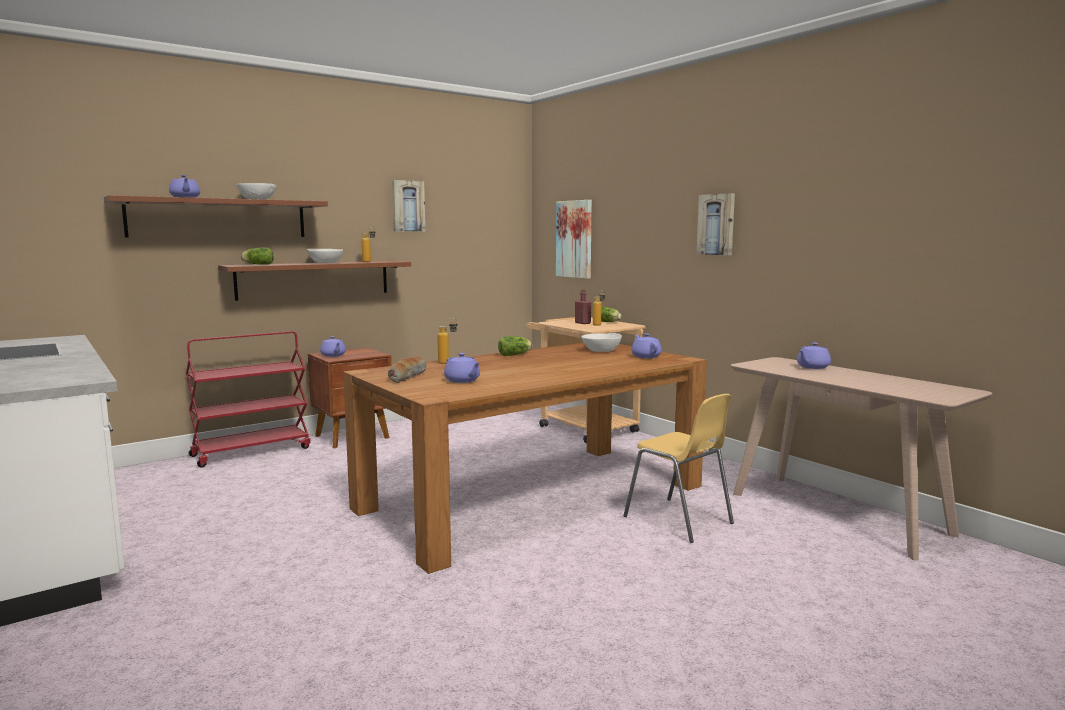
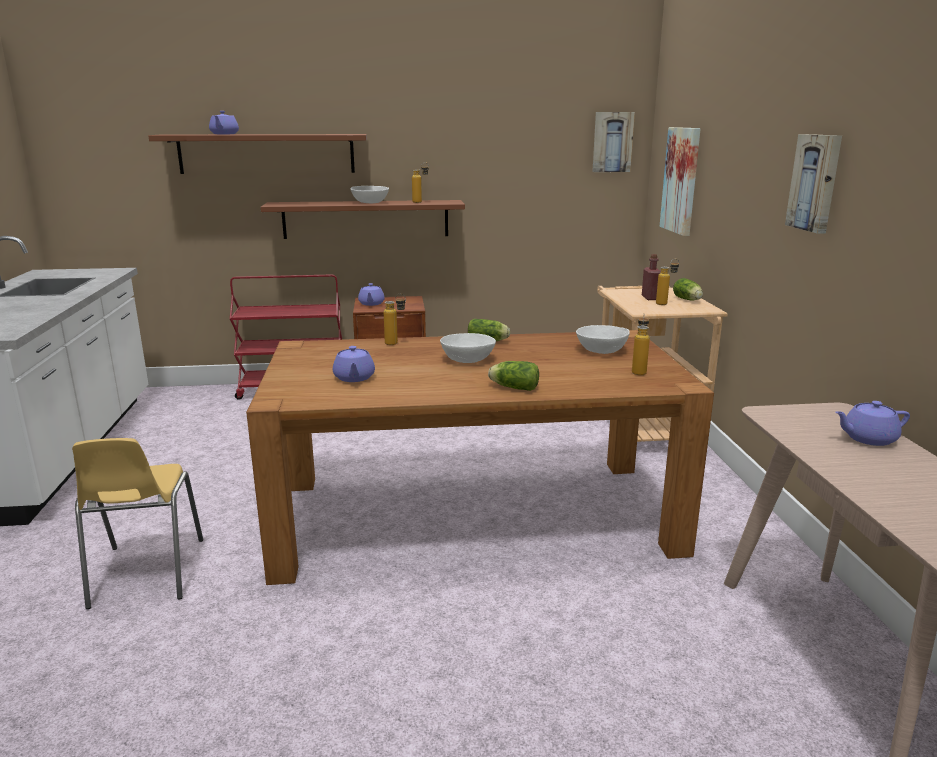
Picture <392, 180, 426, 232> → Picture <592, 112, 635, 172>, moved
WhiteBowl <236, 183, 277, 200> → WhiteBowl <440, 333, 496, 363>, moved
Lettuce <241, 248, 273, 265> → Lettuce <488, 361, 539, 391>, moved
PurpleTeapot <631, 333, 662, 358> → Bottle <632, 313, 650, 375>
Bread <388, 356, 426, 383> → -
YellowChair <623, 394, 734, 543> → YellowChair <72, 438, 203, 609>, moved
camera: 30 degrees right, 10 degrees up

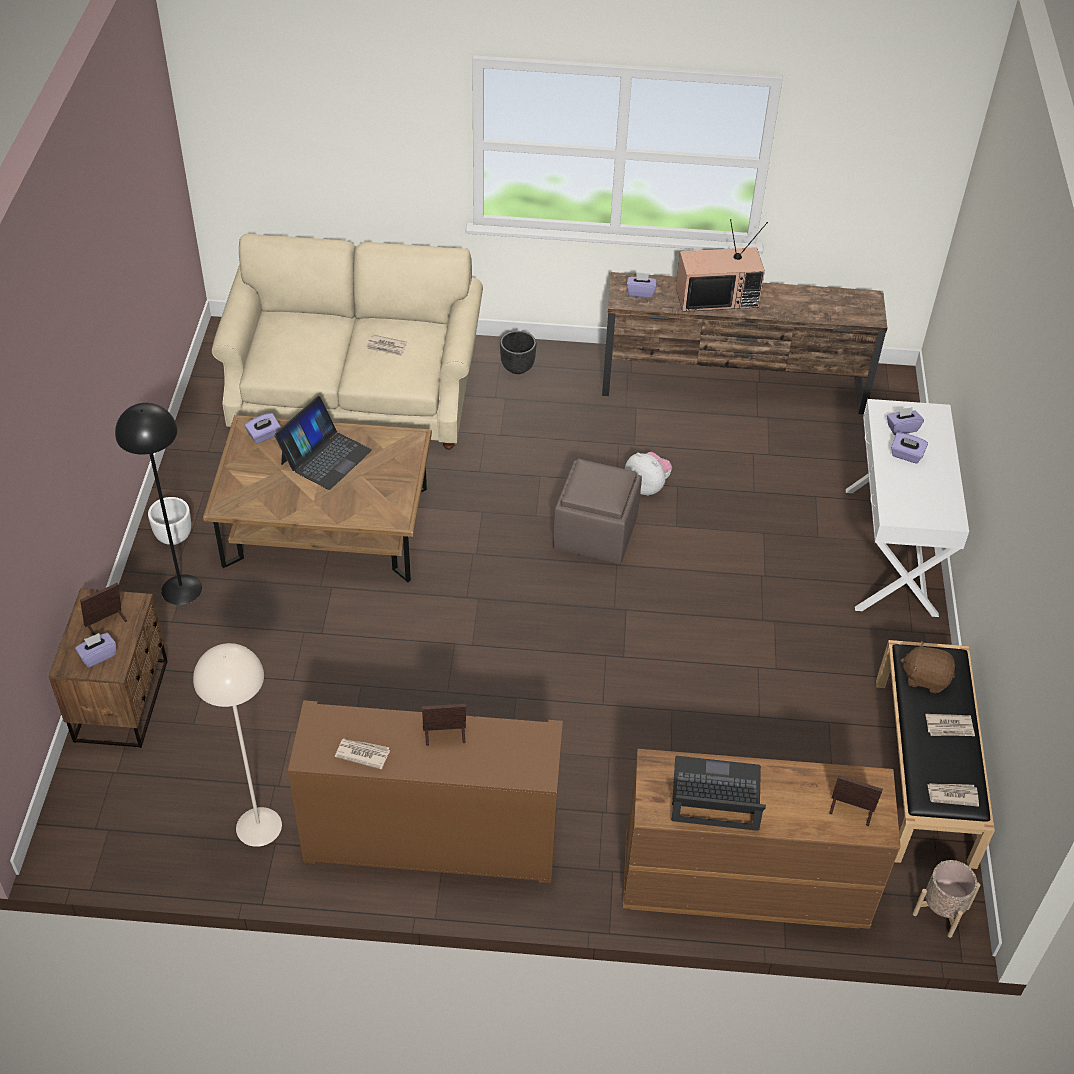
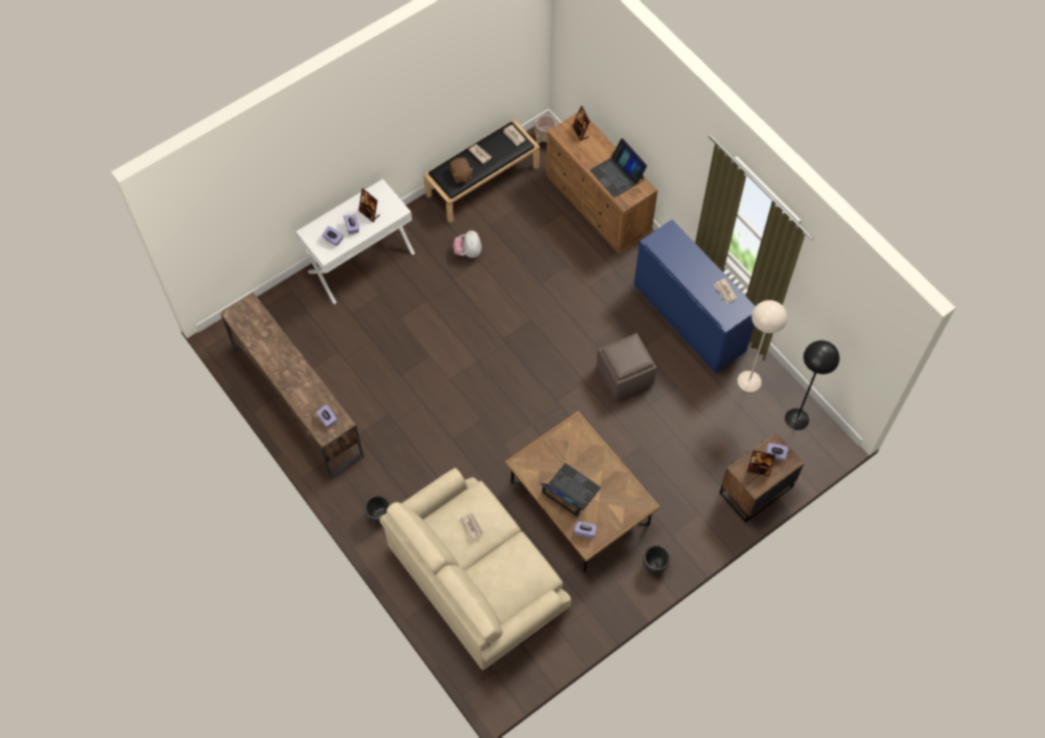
Television <676, 219, 768, 312> → -
Laptop <274, 396, 372, 490> → Laptop <540, 463, 601, 517>, 45 degrees clockwise
BlackFloorLamp <115, 403, 202, 605> → BlackFloorLamp <785, 340, 840, 430>, moved
PlushToy <625, 452, 672, 495> → PlushToy <454, 230, 482, 258>, moved
BrownOttoman <553, 459, 642, 564> → BrownOttoman <596, 333, 657, 400>, moved
WhitePlanter <148, 497, 191, 545> → BlackPlanter <643, 545, 671, 575>
BrownCabinet <288, 700, 563, 884> → BlueCabinet <634, 219, 756, 373>
PictureFrame <422, 704, 466, 746> → PictureFrame <359, 188, 380, 222>, moved
camera: 130 degrees left, 15 degrees up

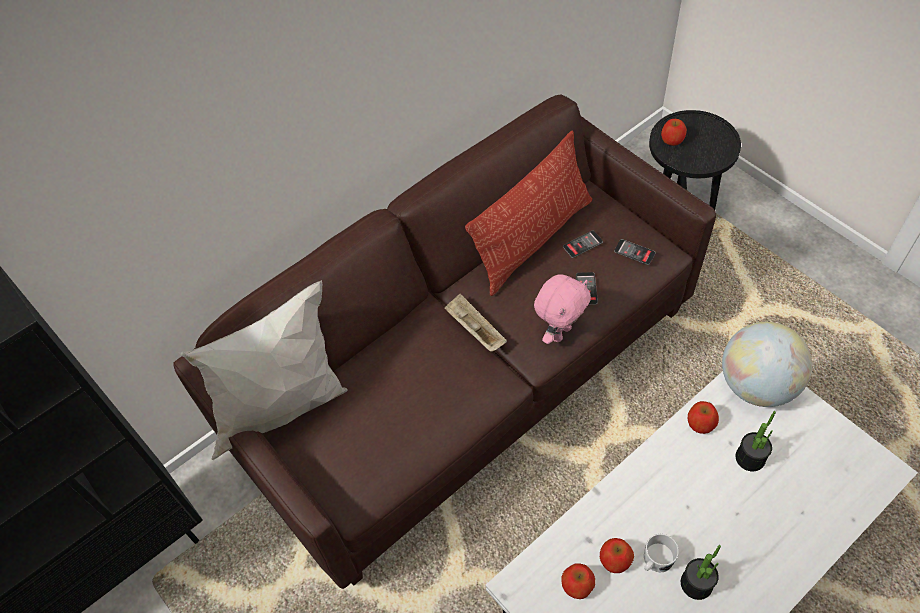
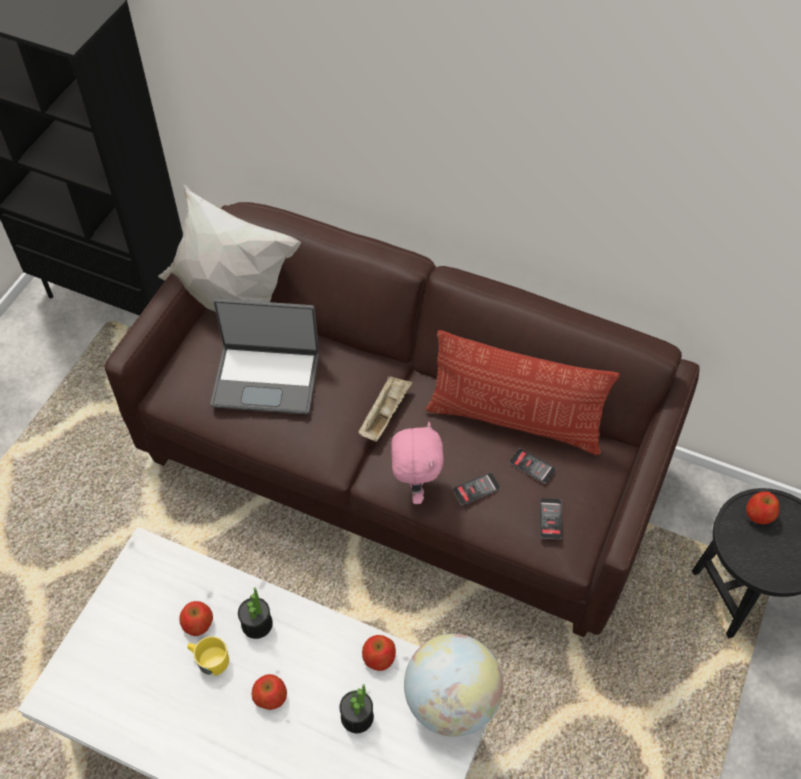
PinkPlushToy <534, 274, 591, 344> → PinkPlushToy <391, 422, 444, 504>, 105 degrees counterclockwise
WhiteMug <644, 534, 679, 572> → YellowMug <187, 636, 229, 676>
PottedPlant <681, 545, 721, 600> → PottedPlant <238, 588, 273, 639>, moved
Apple <561, 563, 595, 599> → Apple <252, 674, 287, 710>, moved
- → Laptop <210, 299, 319, 414>
camera: 60 degrees right, 0 degrees up

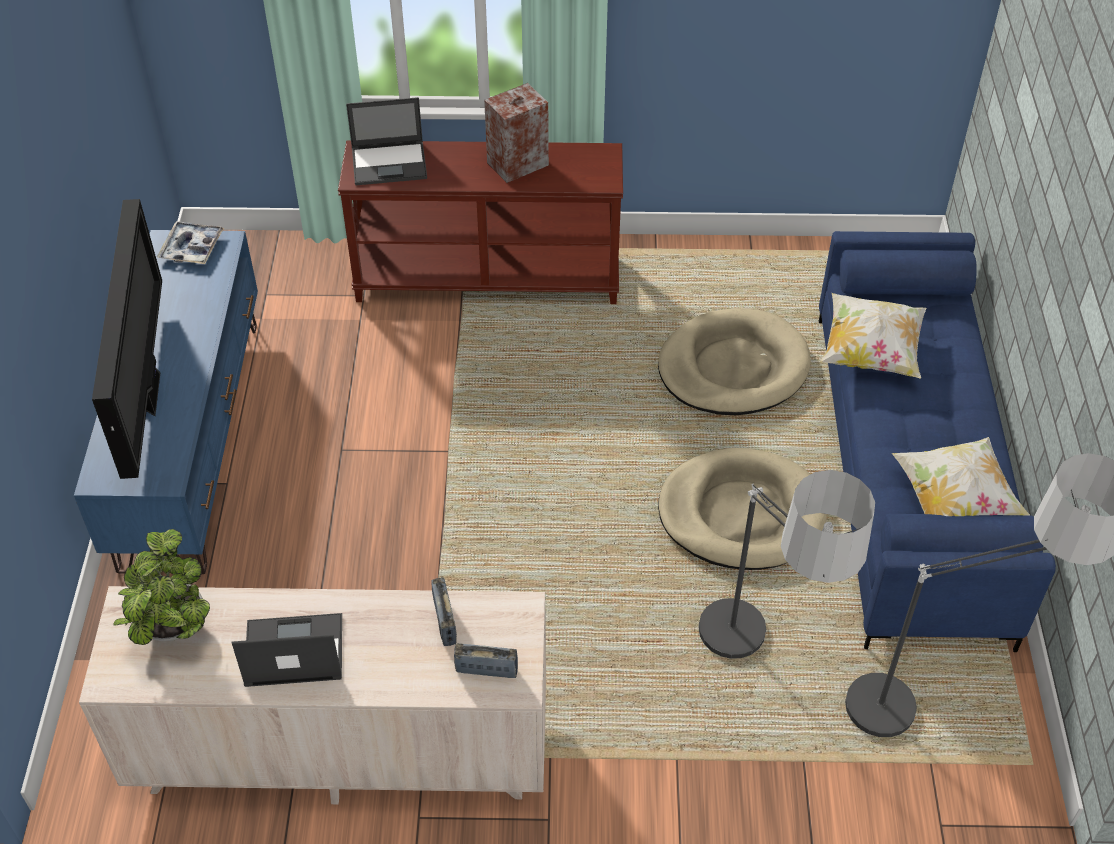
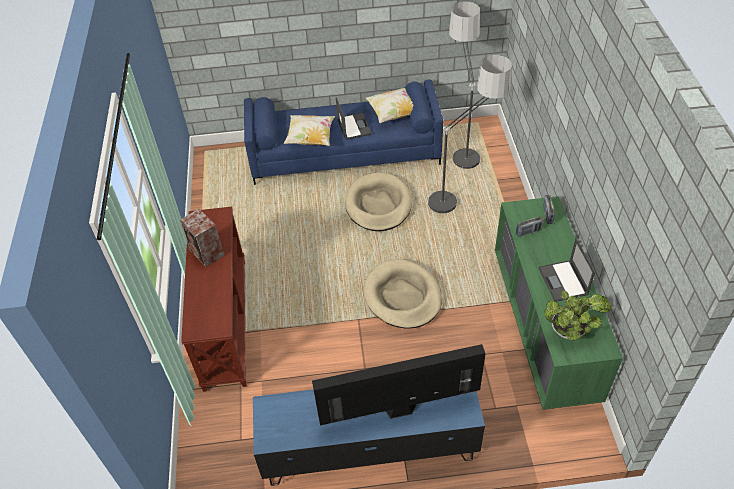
Laptop <346, 97, 427, 185> → Laptop <336, 97, 372, 140>, moved
Tray <157, 221, 224, 264> → -
BeigeDogBed <658, 308, 811, 415> → BeigeDogBed <363, 259, 442, 329>, moved
BeigeDresser <79, 586, 546, 804> → GreenDresser <495, 196, 623, 410>
camera: 95 degrees left, 0 degrees up

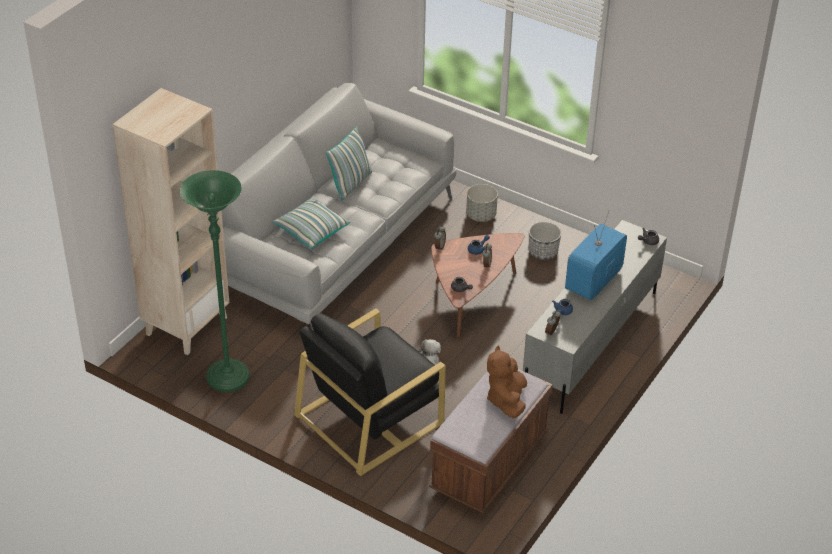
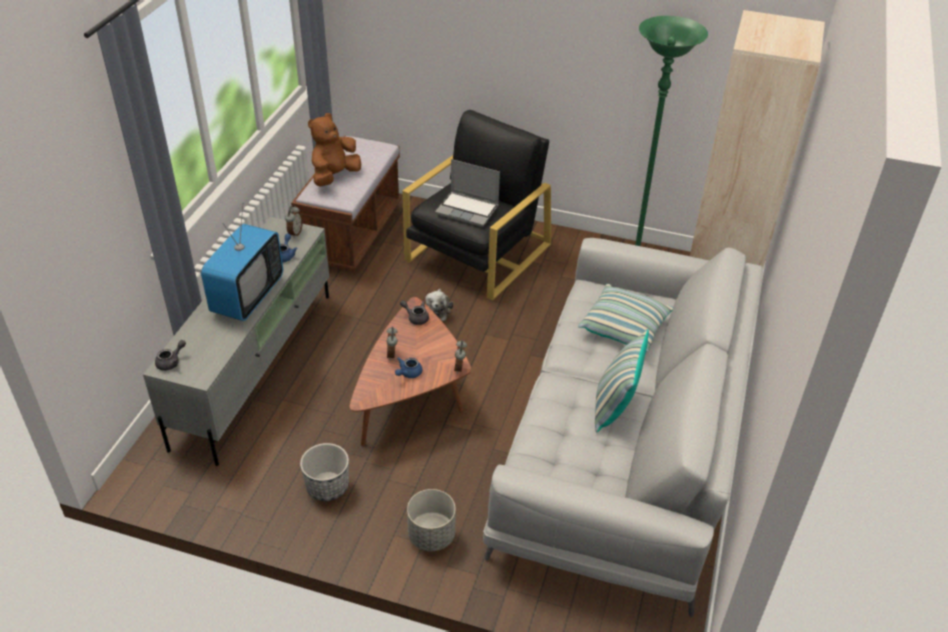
BrownPlushToy <487, 346, 527, 418> → BrownPlushToy <308, 113, 361, 187>, 135 degrees counterclockwise
- → Laptop <435, 159, 500, 227>
camera: 165 degrees right, 0 degrees up

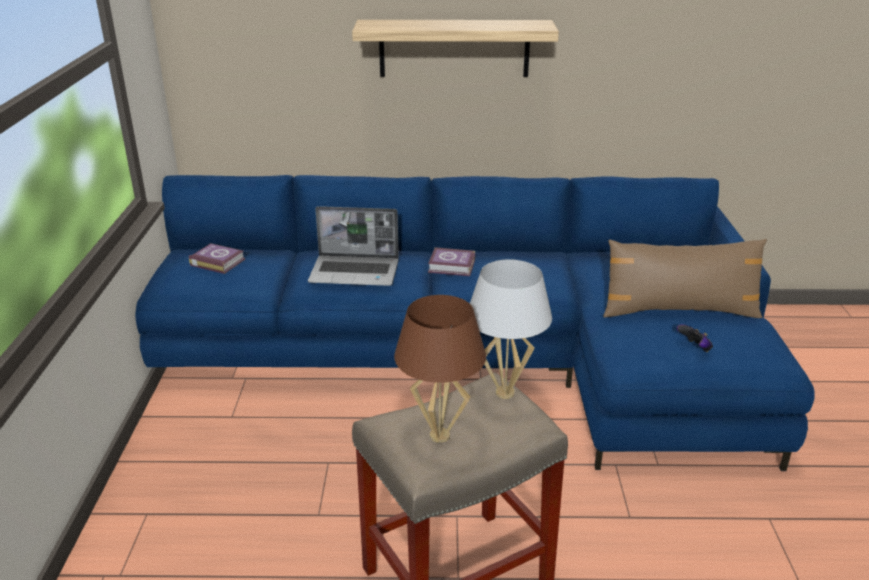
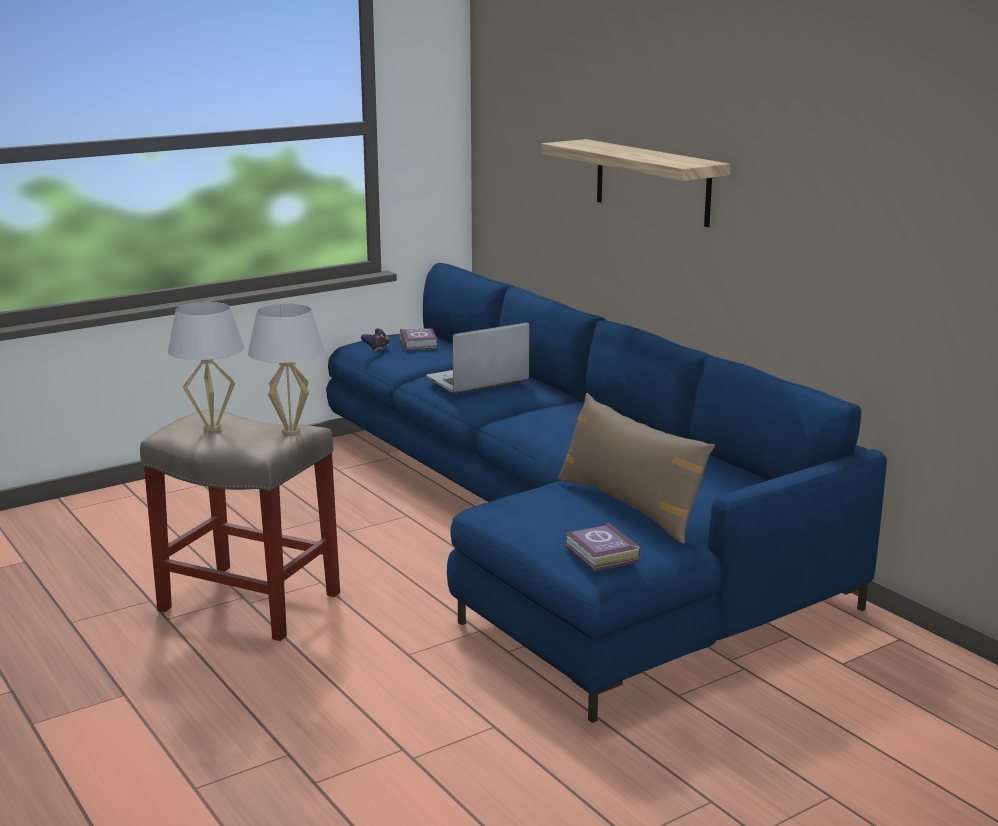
Laptop <308, 206, 399, 286> → Laptop <426, 322, 530, 394>, 90 degrees clockwise
Book <428, 247, 475, 276> → Book <564, 523, 641, 571>, moved
BrownTableLamp <394, 295, 486, 443> → WhiteTableLamp <168, 302, 244, 431>
GameController <677, 324, 713, 352> → GameController <361, 328, 390, 352>, moved
camera: 55 degrees right, 10 degrees down

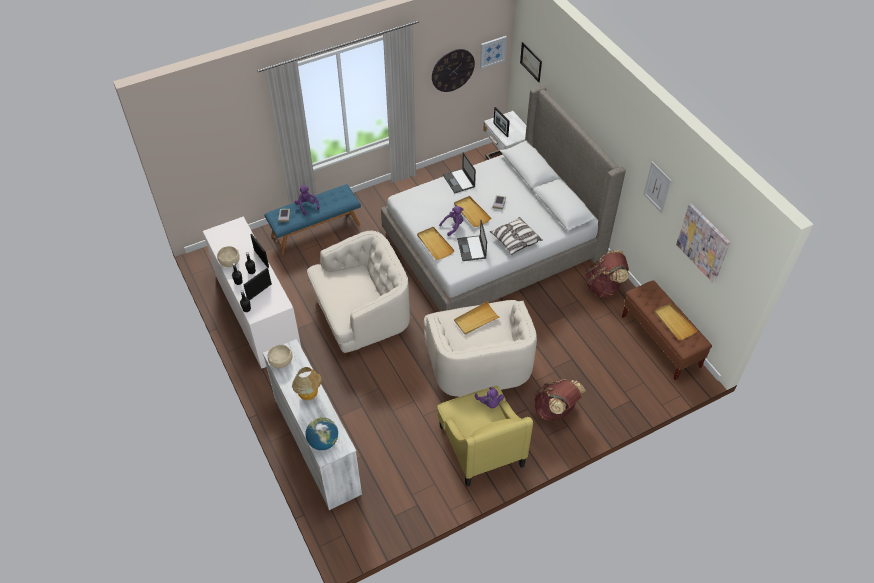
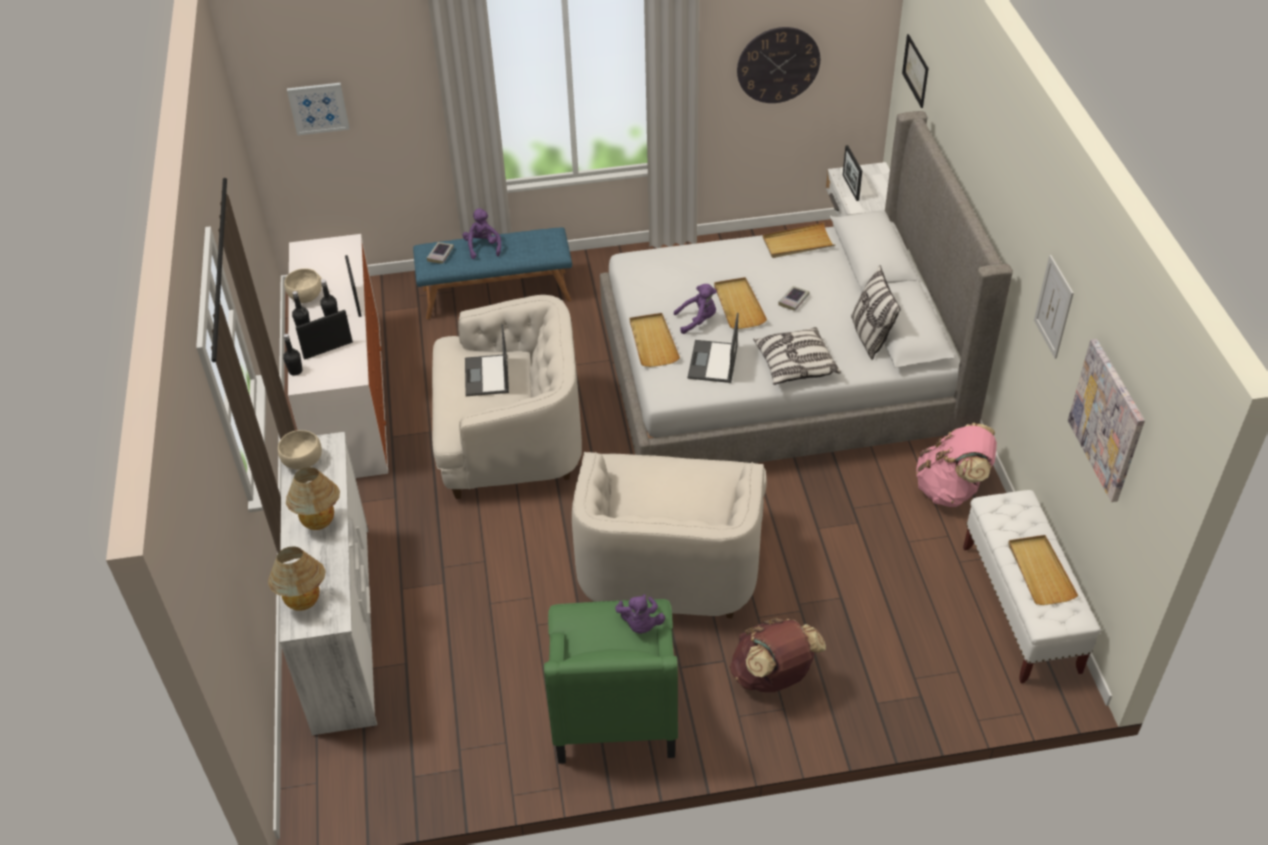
Picture <480, 36, 507, 69> → Picture <287, 83, 349, 135>, moved
Laptop <443, 152, 476, 193> → Laptop <465, 324, 509, 396>, moved
BrownBackpack <585, 250, 629, 297> → PinkBackpack <916, 423, 997, 507>
BrownBench <622, 280, 712, 380> → WhiteBench <963, 490, 1101, 683>
BeigeTray <454, 301, 500, 335> → BeigeTray <763, 223, 835, 258>, moved
YellowArmchair <437, 386, 533, 487> → GreenArmchair <544, 599, 678, 764>
Globe <305, 417, 338, 450> → TableLamp <268, 546, 325, 611>
- → Pillow <851, 265, 901, 360>
camera: 20 degrees right, 5 degrees down

